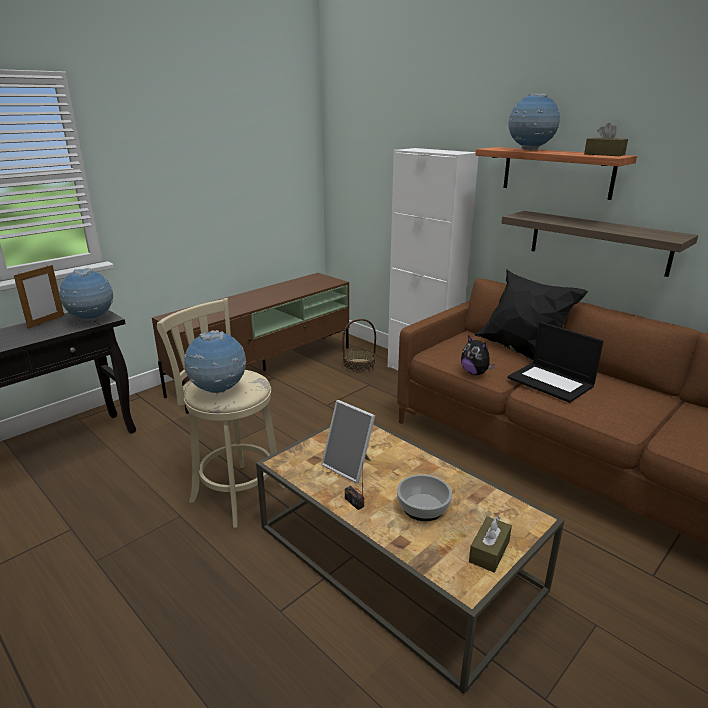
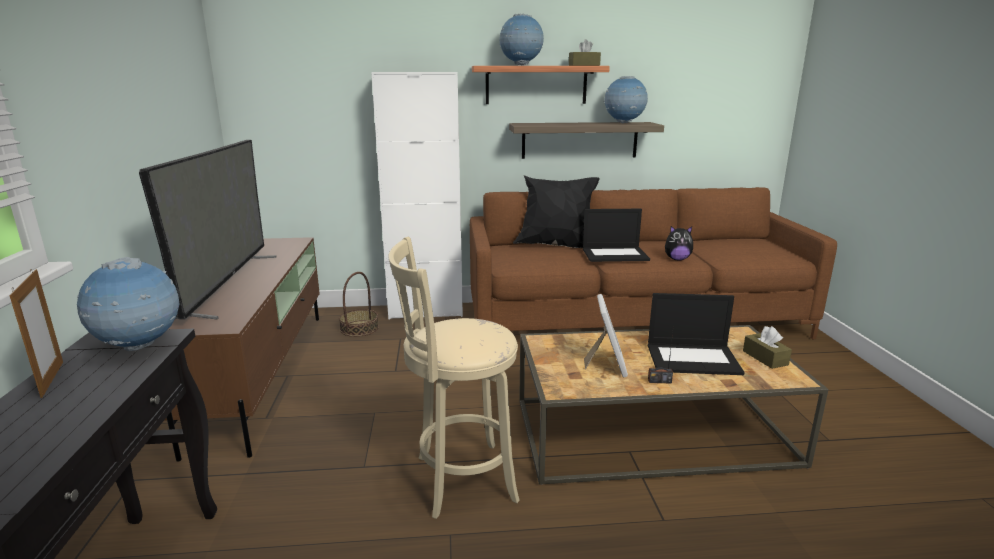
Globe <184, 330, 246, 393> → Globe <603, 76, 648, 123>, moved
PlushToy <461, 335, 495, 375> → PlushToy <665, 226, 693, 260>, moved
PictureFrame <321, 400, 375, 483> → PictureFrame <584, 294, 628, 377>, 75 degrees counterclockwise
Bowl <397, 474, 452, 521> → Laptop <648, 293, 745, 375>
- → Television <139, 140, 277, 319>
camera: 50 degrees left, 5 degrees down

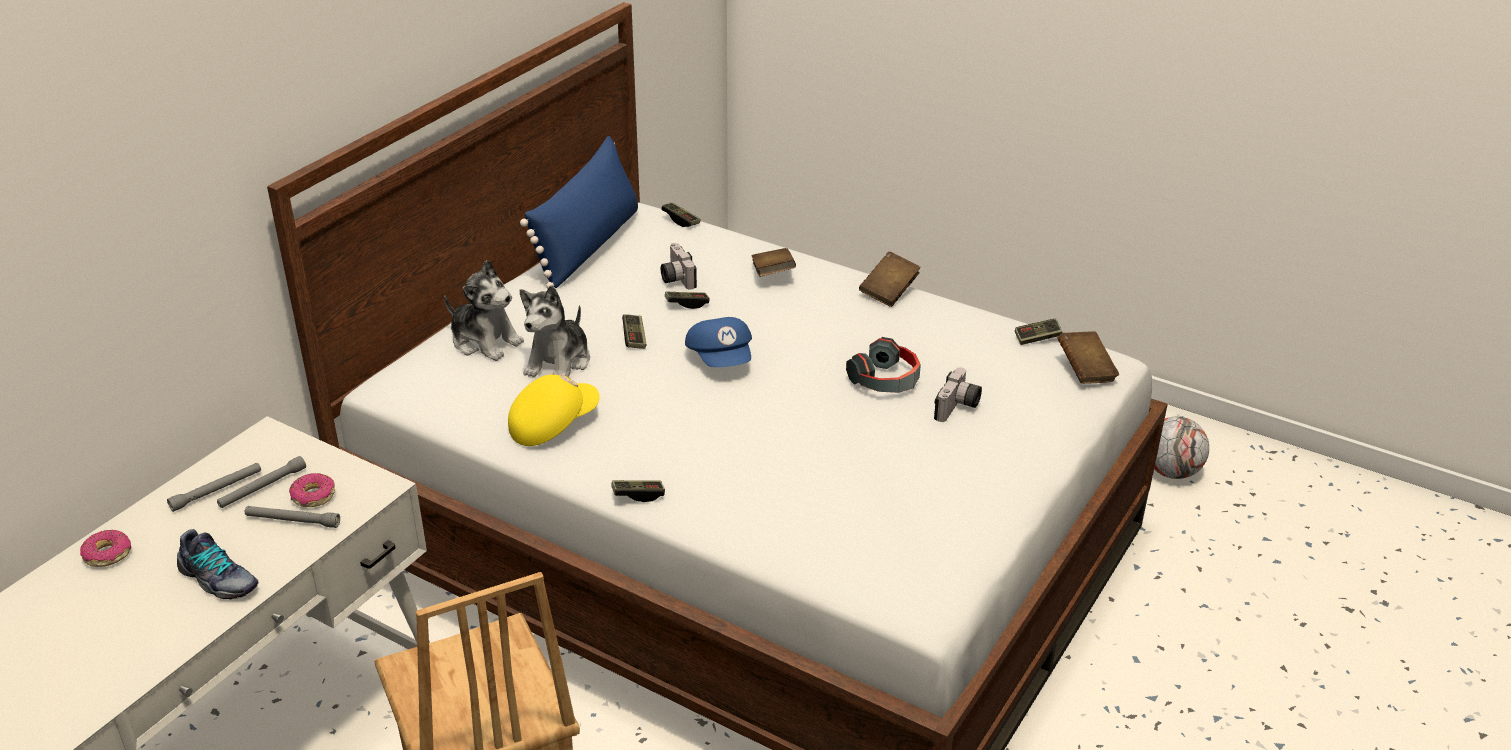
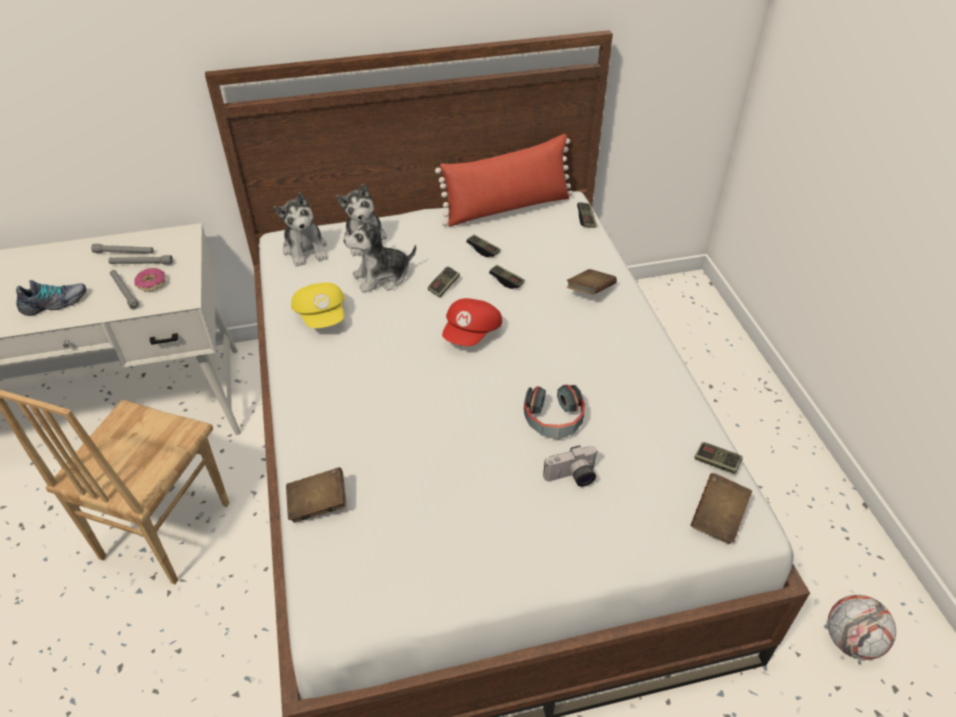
BluePillow <520, 136, 638, 289> → RedPillow <435, 134, 573, 227>
PhotoCamera <661, 243, 697, 290> → -
BrownBook <859, 252, 921, 307> → BrownBook <286, 467, 347, 523>, moved
BlueCap <685, 317, 752, 367> → RedCap <442, 298, 502, 346>
YellowCap <508, 375, 599, 446> → YellowCap <291, 282, 345, 328>, 60 degrees clockwise
GameController <611, 480, 665, 502> → GameController <466, 235, 501, 257>, moved
Shoe <177, 529, 258, 599> → Shoe <16, 280, 86, 316>, 105 degrees counterclockwise
Donut <80, 530, 131, 567> → -
- → PlushToy <274, 192, 327, 267>
camera: 45 degrees right, 10 degrees up

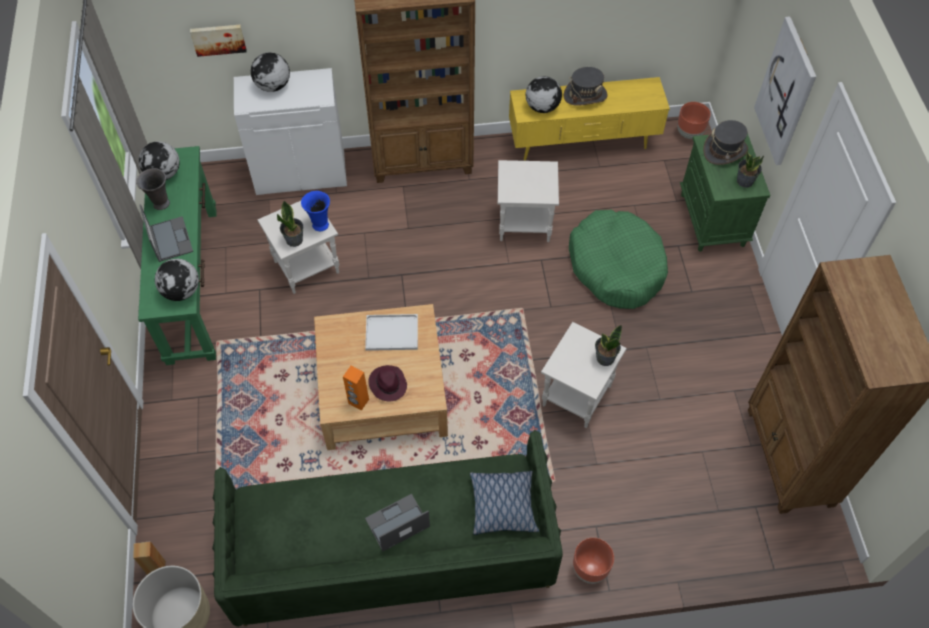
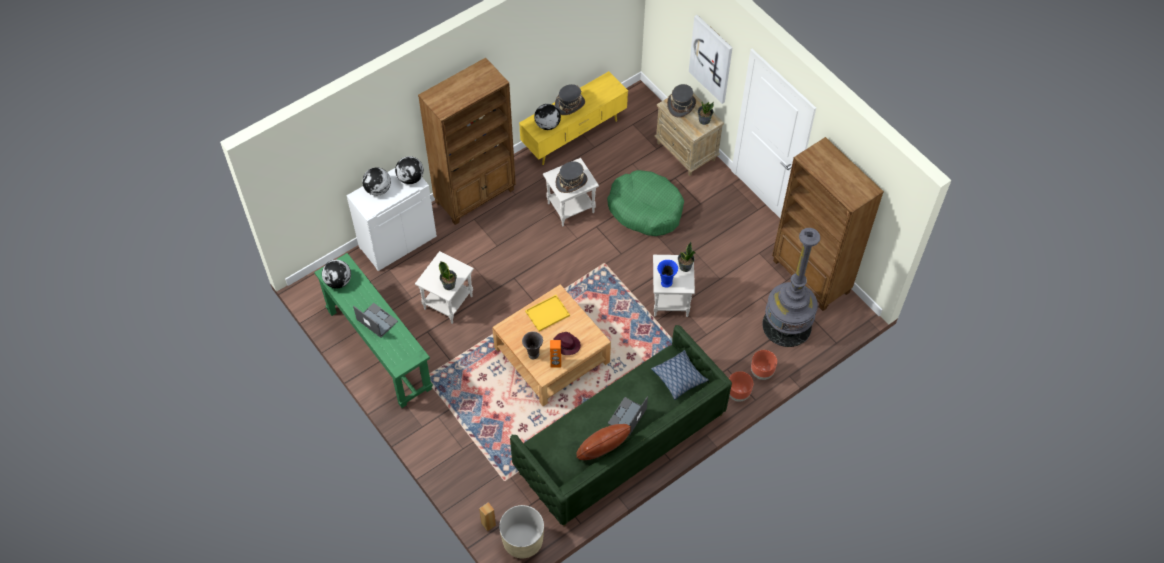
Picture <190, 25, 246, 57> → -
BrownPlanter <677, 102, 711, 139> → BrownPlanter <751, 350, 777, 380>, moved
GreenNightstand <680, 133, 770, 252> → BeigeNightstand <654, 93, 724, 176>
GreyVase <136, 168, 170, 210> → GreyVase <522, 331, 543, 359>, moved
BlueVase <301, 191, 330, 231> → BlueVase <657, 260, 678, 288>, moved
Globe <155, 259, 199, 301> → Globe <395, 156, 424, 184>, moved
WhiteTray <365, 314, 418, 351> → YellowTray <525, 295, 570, 332>
- → GreyHat <556, 161, 588, 193>
- → GreyFloorLamp <762, 228, 820, 347>
- → BrownPillow <576, 424, 631, 460>
camera: 30 degrees left, 0 degrees up

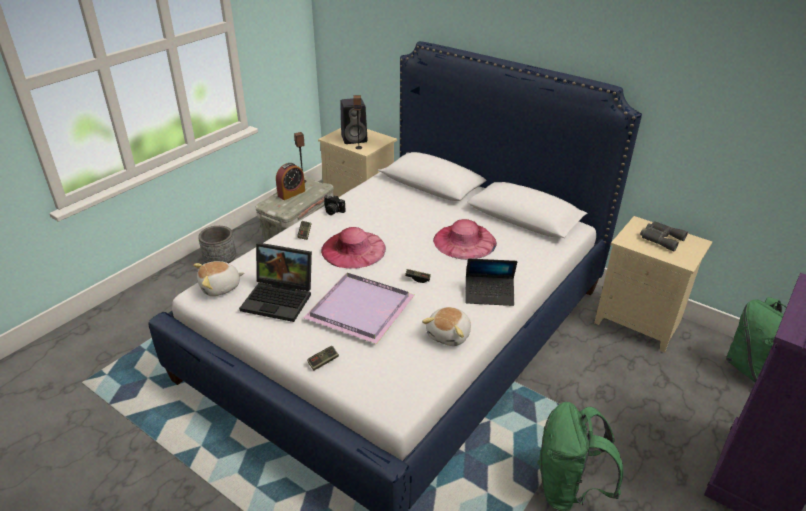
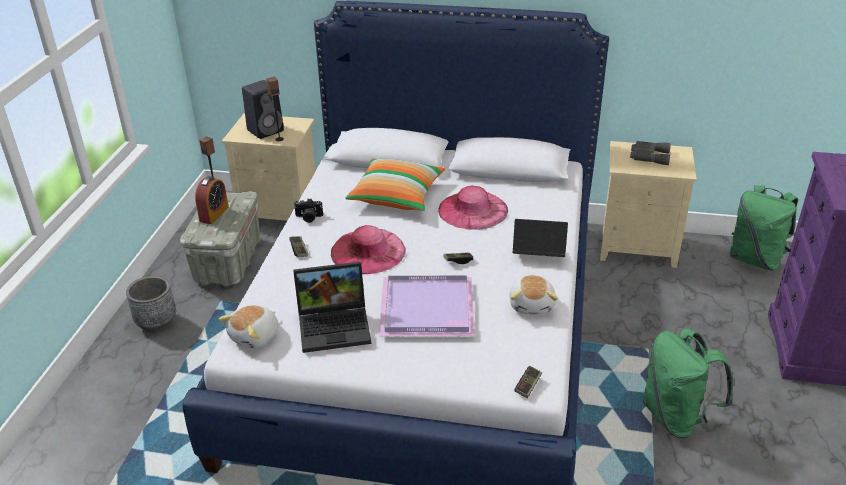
Laptop <465, 259, 517, 306> → Laptop <513, 219, 568, 257>, 150 degrees counterclockwise
GameController <307, 346, 339, 371> → GameController <514, 366, 542, 398>, moved
- → Pillow <345, 158, 445, 211>
camera: 25 degrees left, 0 degrees up

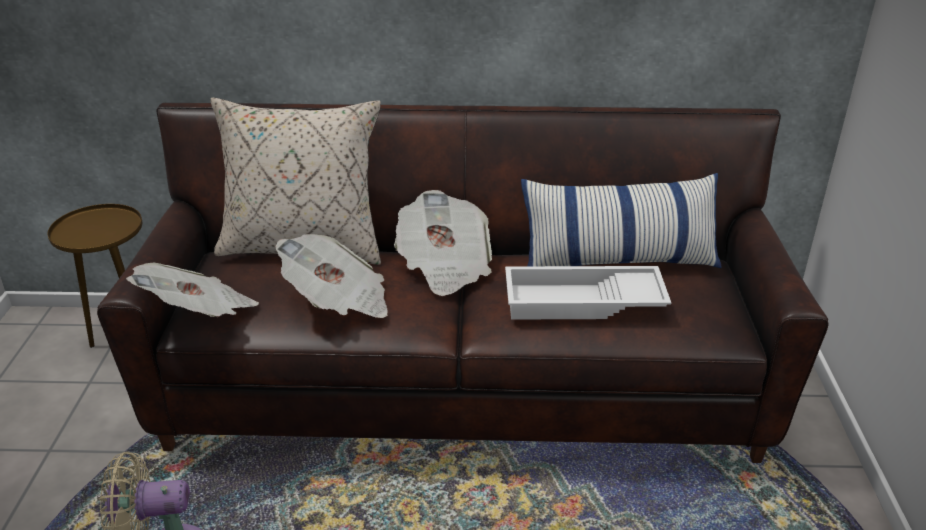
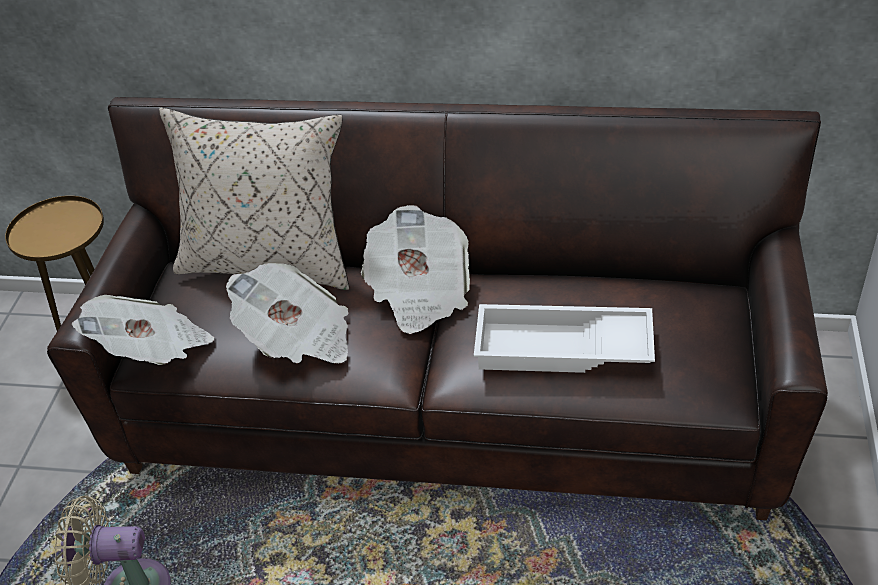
Pillow <521, 173, 722, 268> → -
camera: 10 degrees right, 10 degrees up

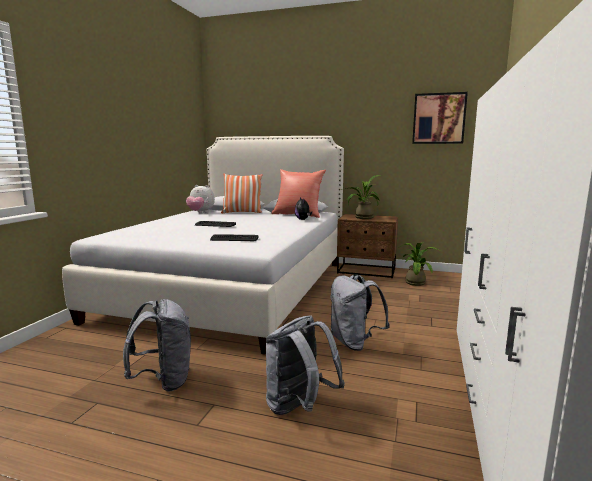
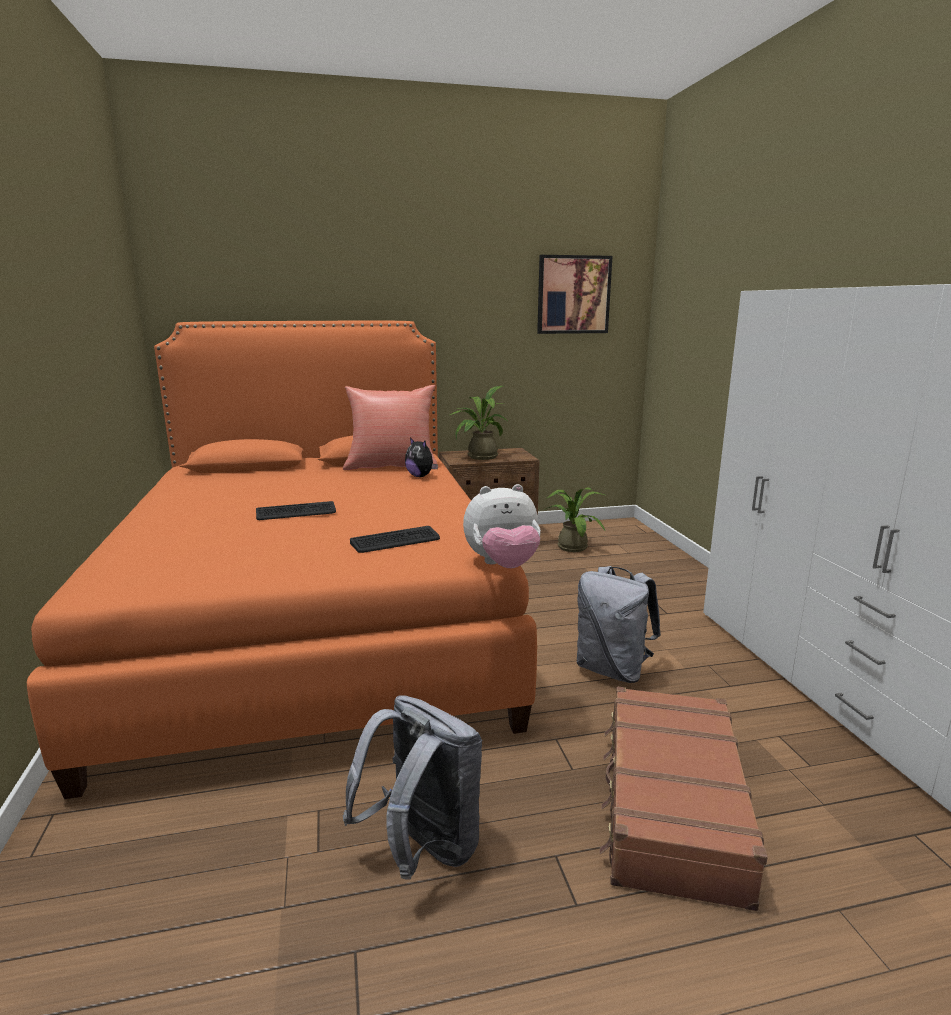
WhiteBed <62, 136, 344, 355> → OrangeBed <27, 321, 537, 799>
Pillow <221, 174, 262, 213> → -
PlushToy <186, 185, 215, 213> → PlushToy <463, 484, 541, 568>, moved
GreyBackpack <266, 315, 345, 415> → BrownSuitcase <600, 687, 768, 911>
camera: 30 degrees left, 5 degrees up

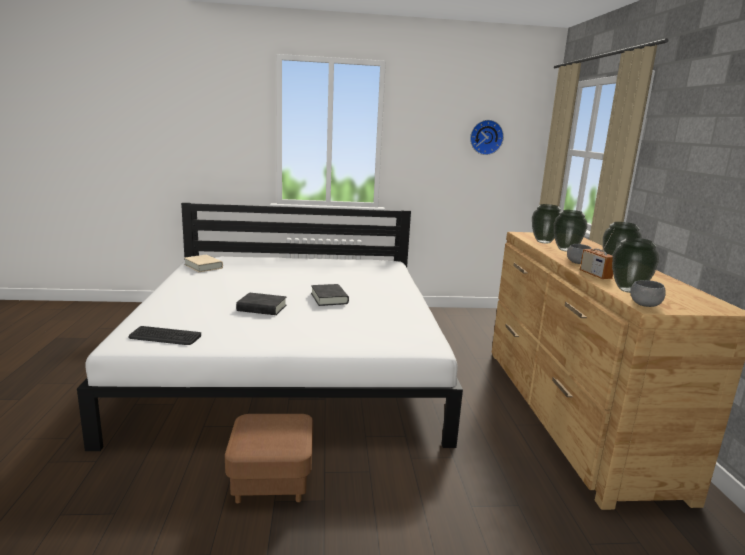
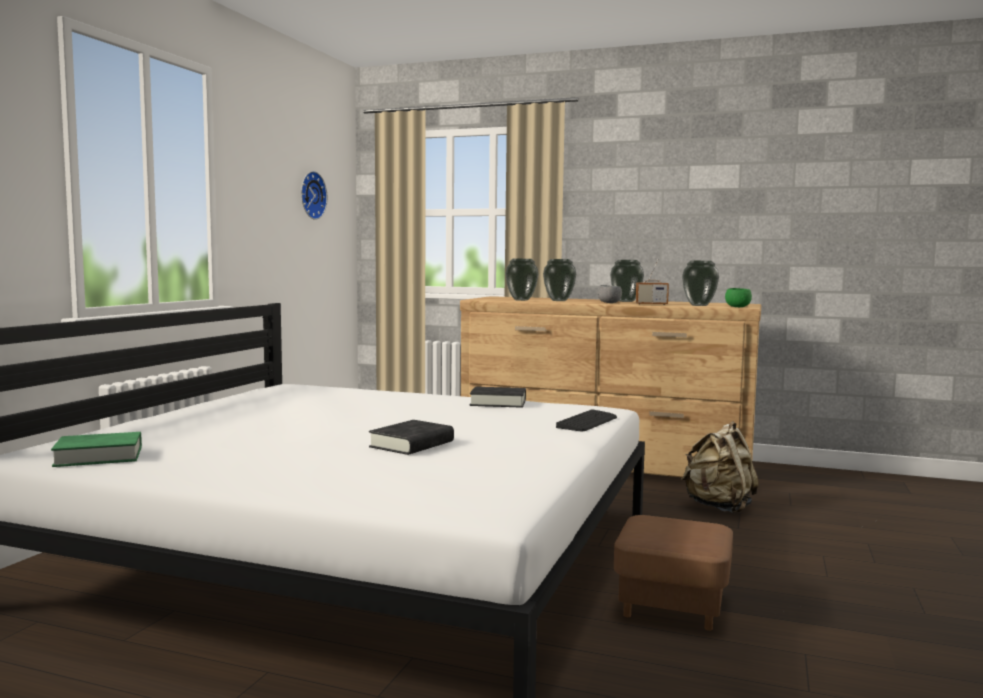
BeigeBook <184, 255, 223, 272> → GreenBook <51, 432, 142, 467>
GreyBowl <630, 280, 666, 307> → GreenBowl <725, 288, 752, 307>
BlackBook <311, 284, 349, 306> → BlackBook <470, 387, 526, 408>, moved
Keyboard <128, 326, 201, 345> → Keyboard <556, 410, 617, 431>, moved
- → BeigeBackpack <681, 421, 759, 514>
camera: 65 degrees left, 10 degrees down

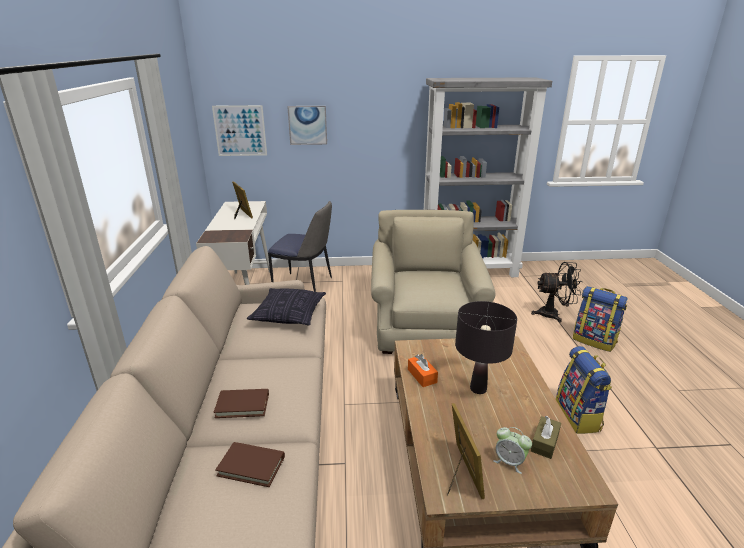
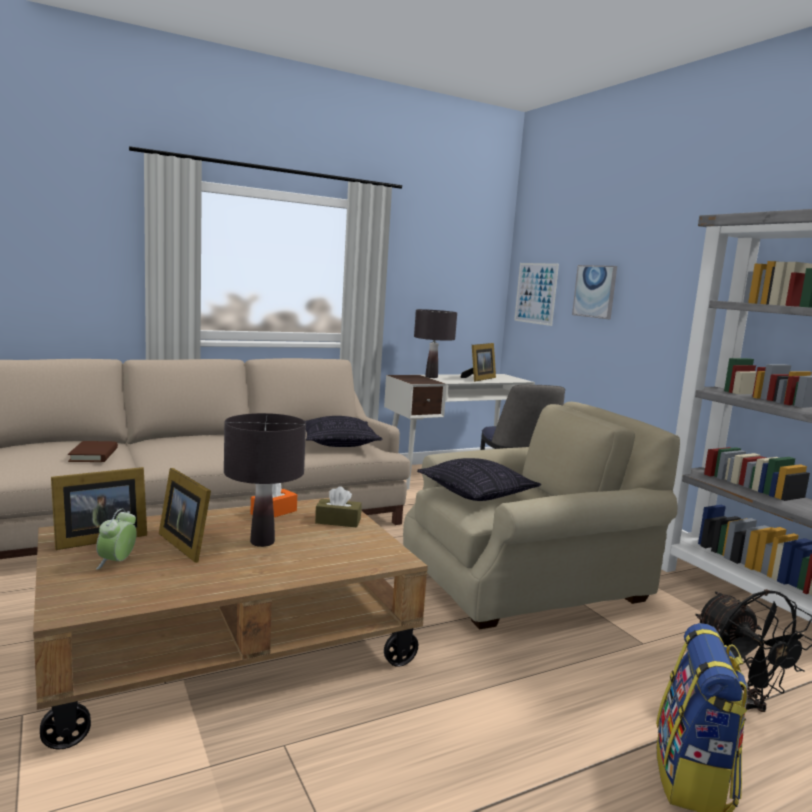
Backpack <556, 346, 612, 434> → -
BrownBook <214, 389, 269, 418> → -
BrownTissueBox <531, 416, 561, 459> → BrownTissueBox <315, 486, 362, 527>, moved
- → BlackTableLamp <414, 309, 457, 378>
- → Pillow <417, 458, 541, 501>
- → PictureFrame <159, 468, 211, 563>
camera: 65 degrees right, 15 degrees down

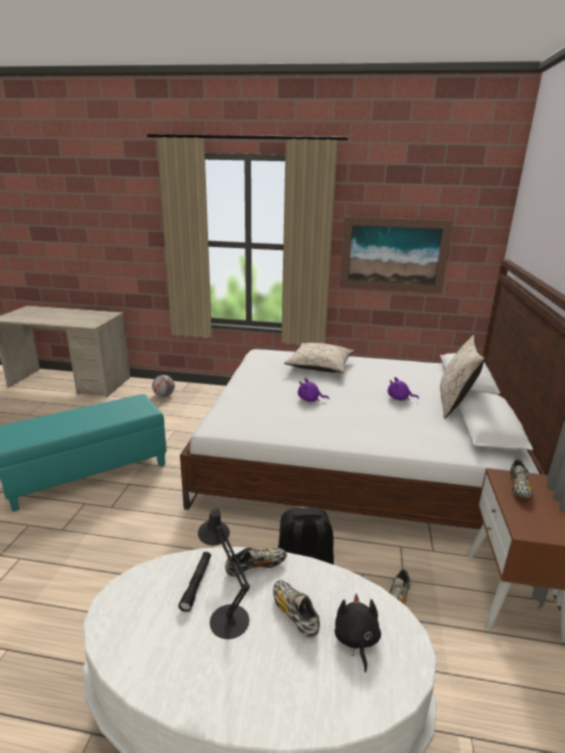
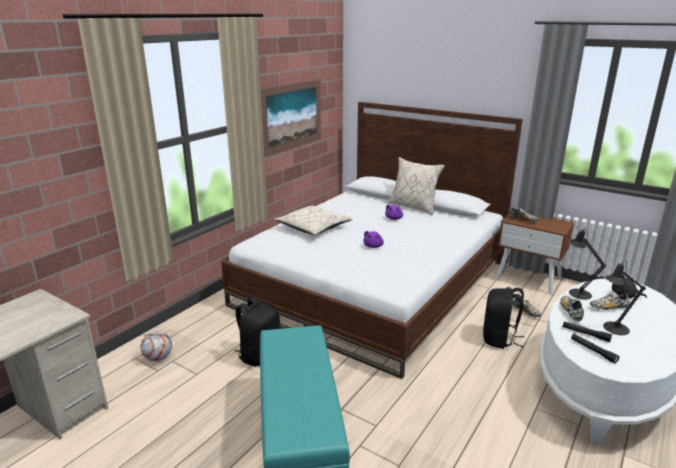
- → BlackTableLamp <569, 228, 606, 300>
- → BlackBackpack <235, 297, 280, 366>
- → BlackFlashlight <571, 334, 619, 364>
camera: 65 degrees left, 0 degrees up

